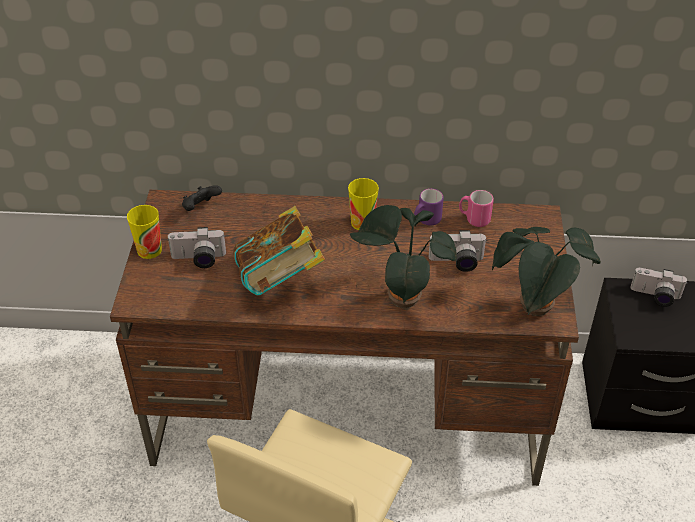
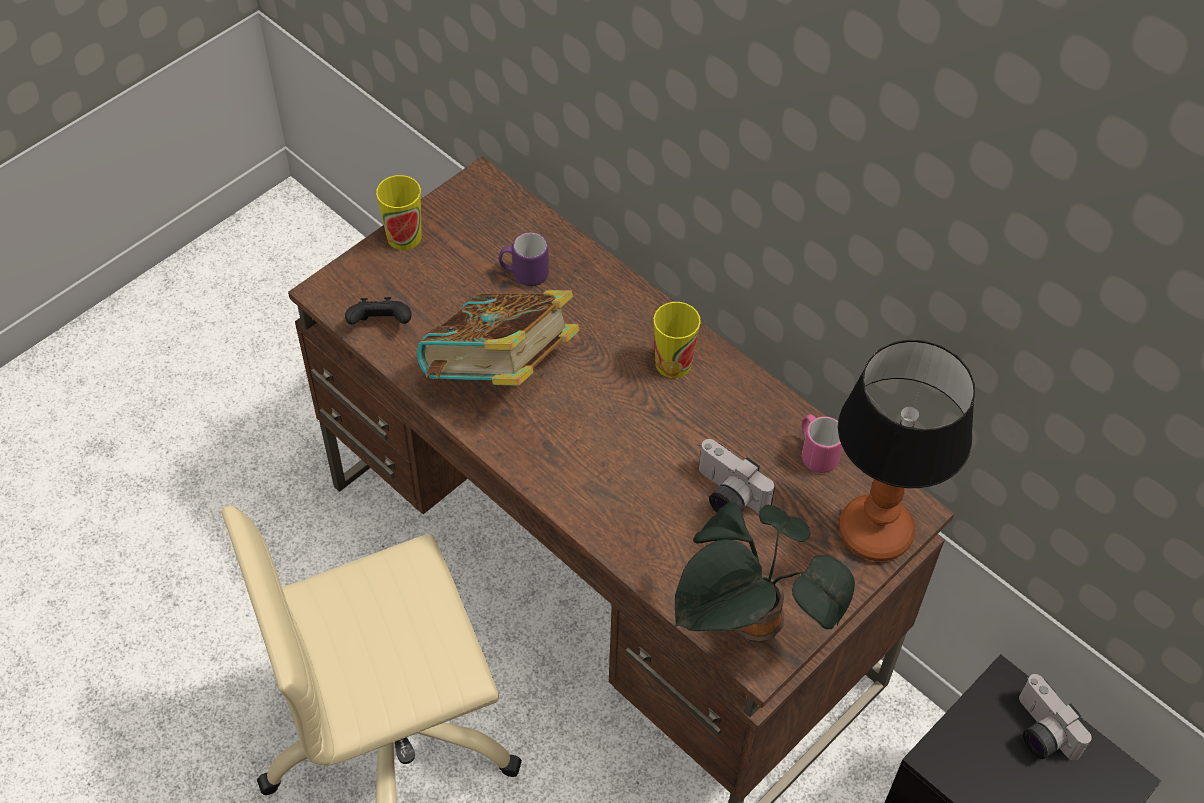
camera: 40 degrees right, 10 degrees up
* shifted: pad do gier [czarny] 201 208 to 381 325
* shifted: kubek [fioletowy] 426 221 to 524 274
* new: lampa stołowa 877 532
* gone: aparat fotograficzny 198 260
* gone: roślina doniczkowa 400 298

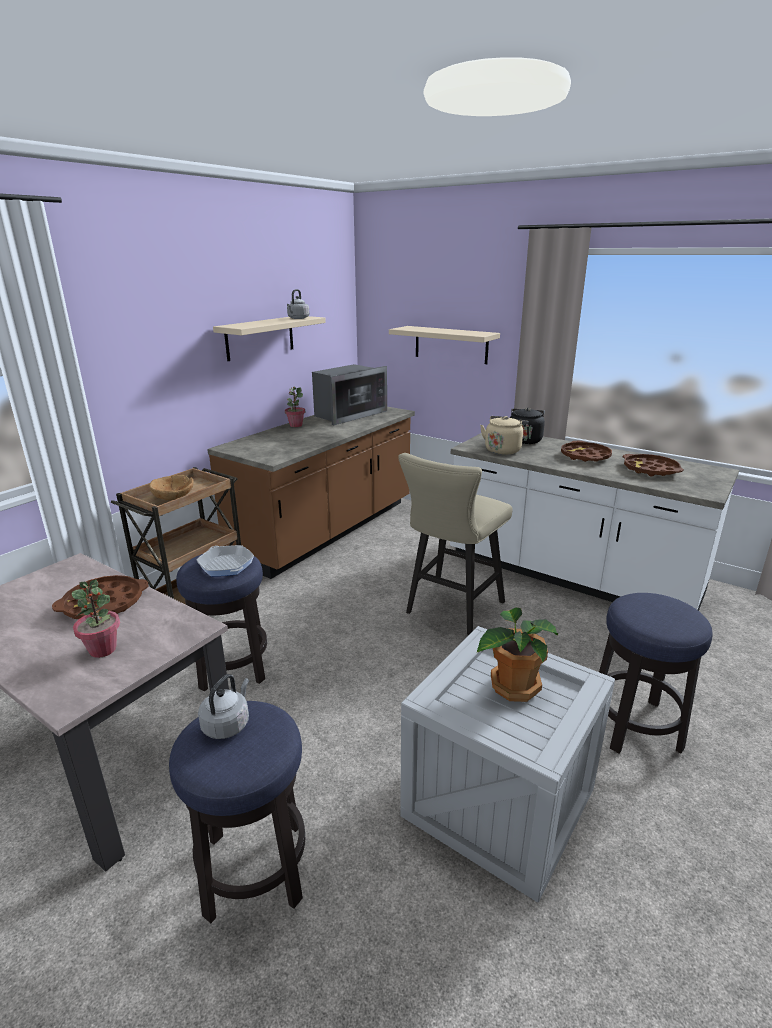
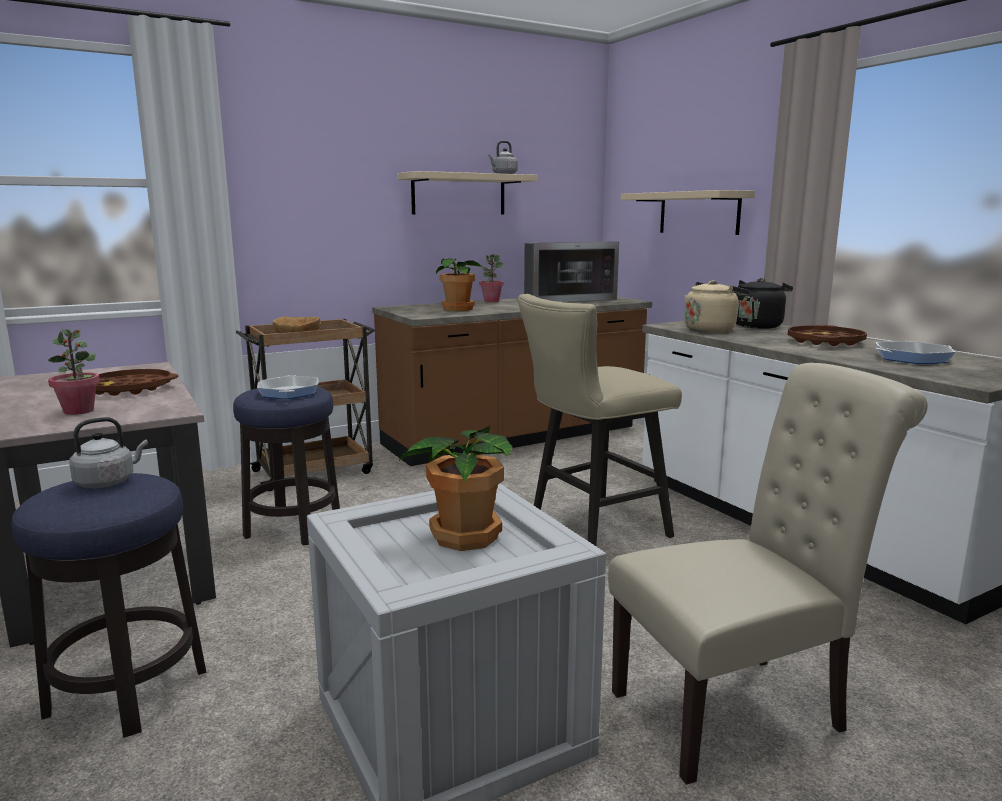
camera: 25 degrees right, 10 degrees down
* new: roślina doniczkowa 458 309
* swapped: stołek 635 726 to krzesło [beżowy] 739 709
* swapped: taca [brązowy] 650 470 to patelnia 912 358

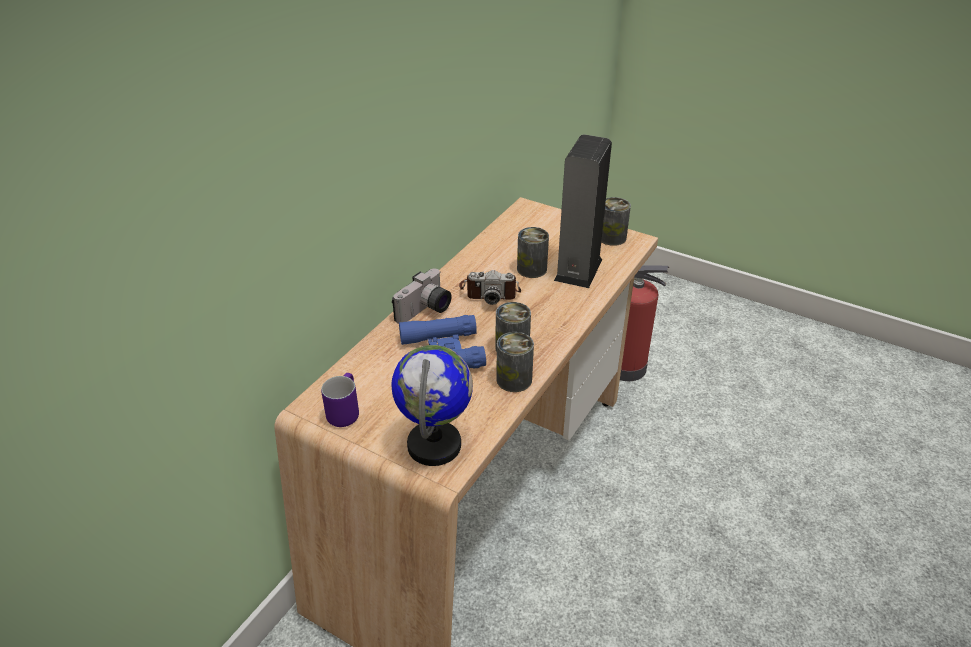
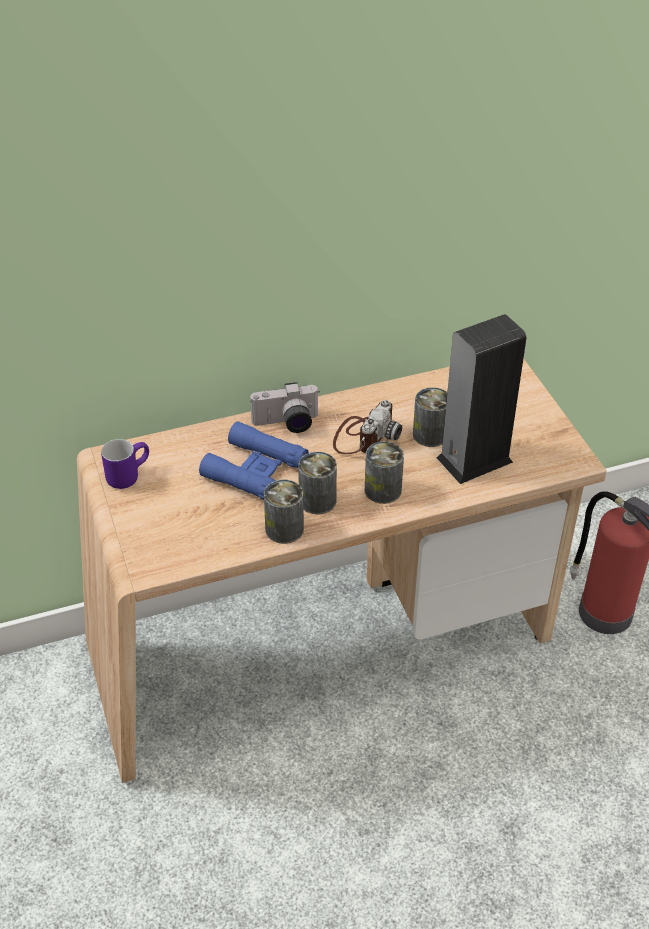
camera: 40 degrees right, 5 degrees up
* rotated: aparat fotograficzny 490 291 = 364 436 105 degrees counterclockwise
* shifted: puszka 612 237 to 383 490
* gone: globus 435 445

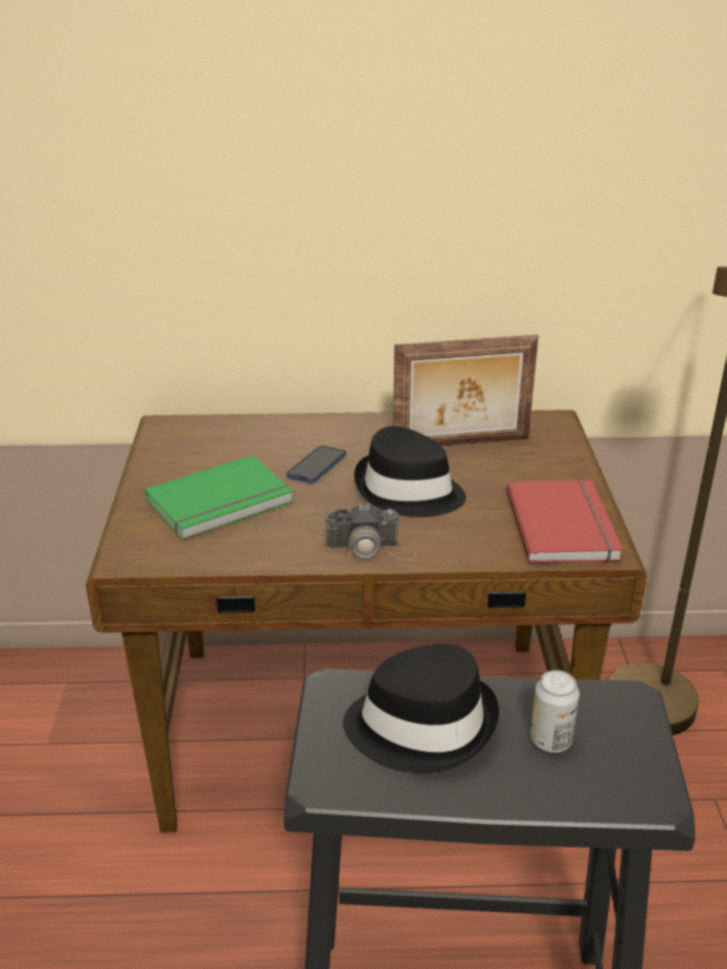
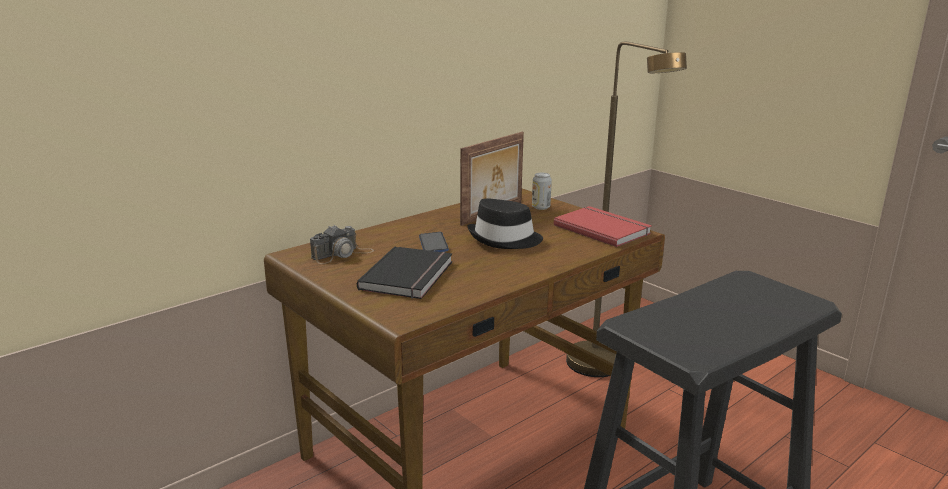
camera: 40 degrees left, 10 degrees down
* shifted: aparat fotograficzny 369 549 to 342 254
* repainted: książka [zielony] 222 503 to książka [czarny] 410 276
* shifted: puszka 550 740 to 540 207
* gone: kapelusz [czarny] 421 724

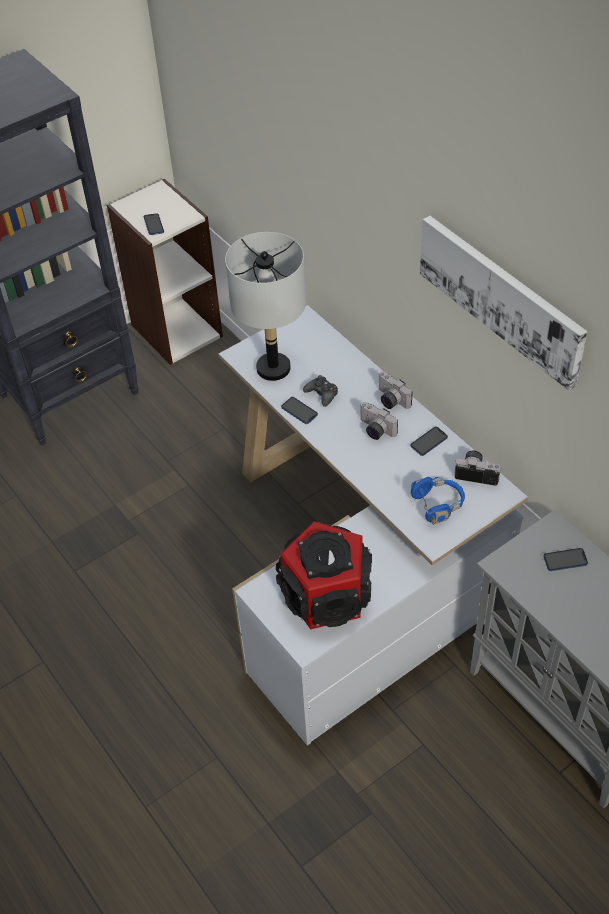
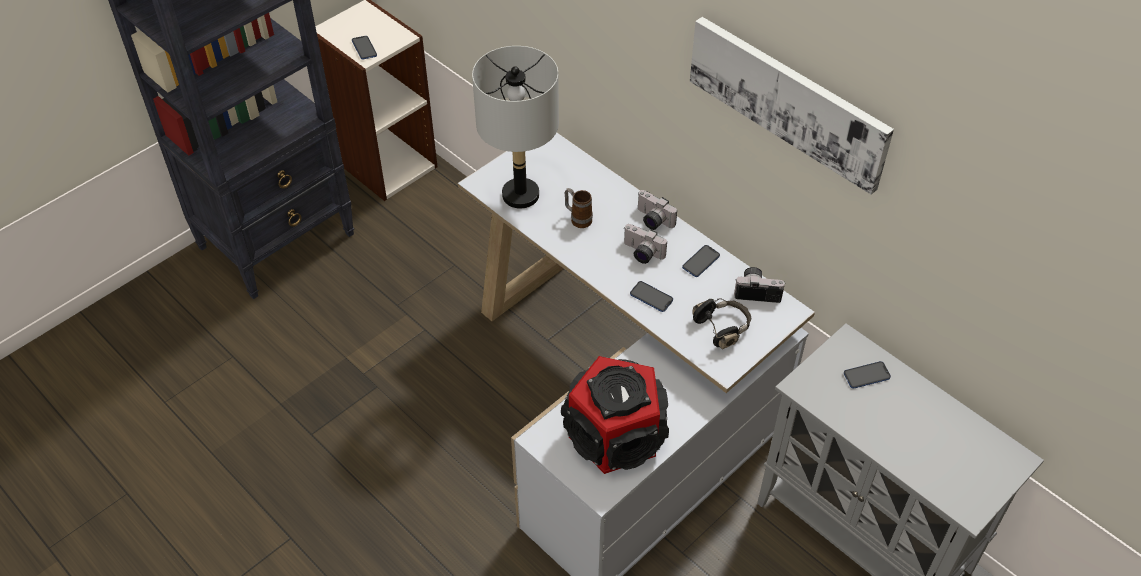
camera: 10 degrees left, 0 degrees up
* swapped: pad do gier [czarny] 322 394 to kubek 578 219
* shifted: telefon 299 411 to 651 297
* repainted: słuchawki [niebieski] 438 505 to słuchawki [czarny] 722 328

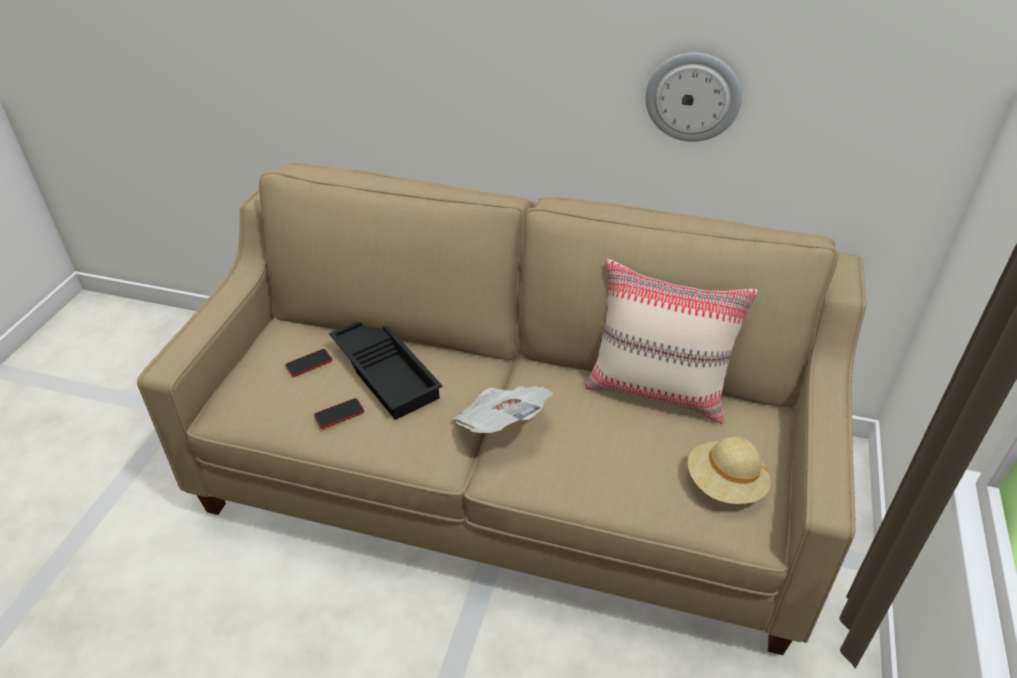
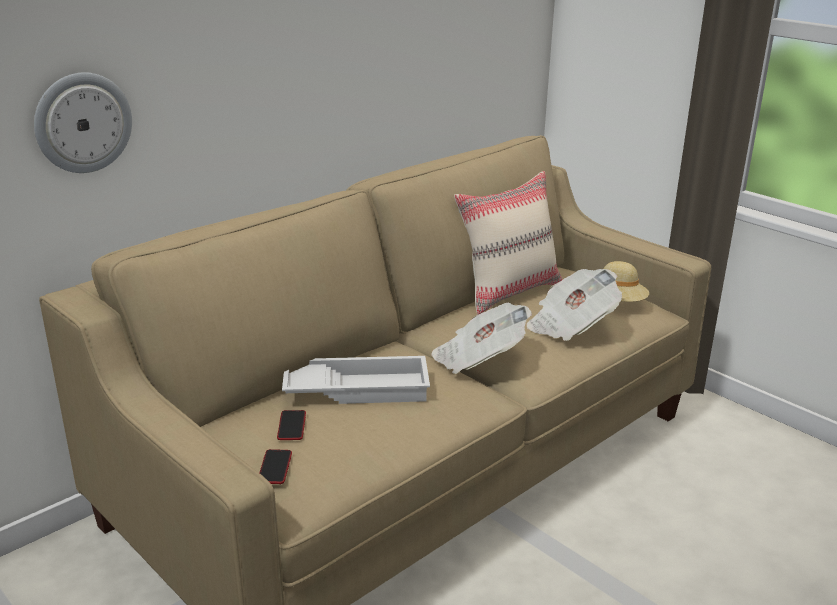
camera: 60 degrees left, 15 degrees down
* shifted: zegar ścienny 693 97 to 83 122
* shifted: telefon 339 414 to 275 467
* repainted: taca [czarny] 388 371 to taca [biały] 357 387
* new: gazeta 570 325

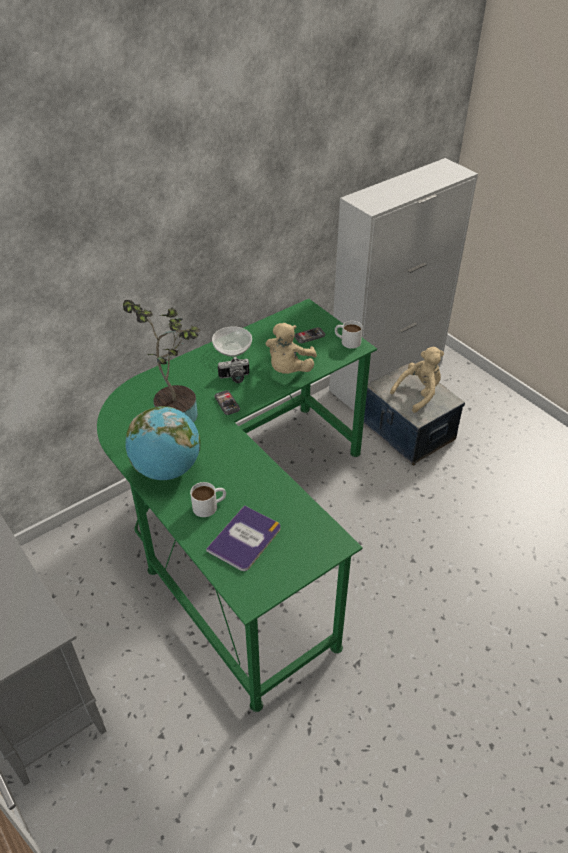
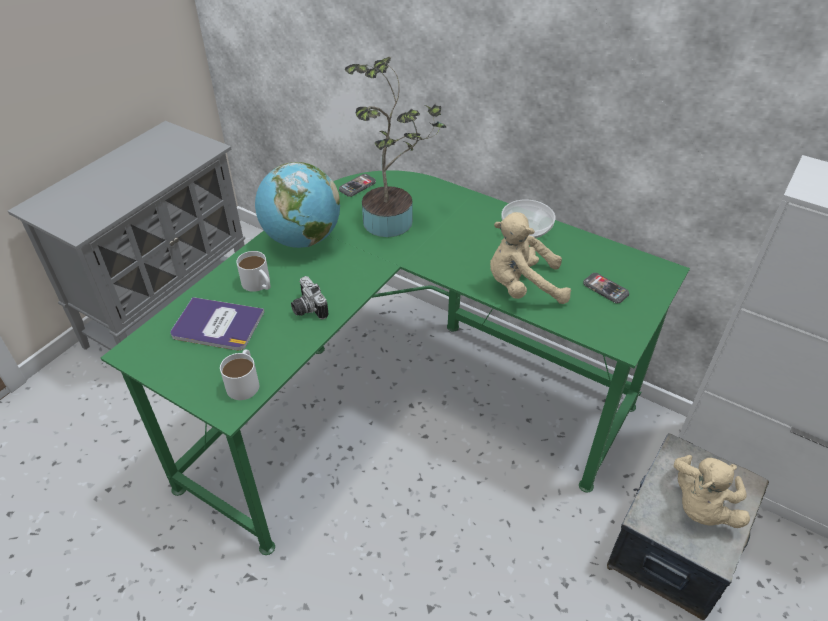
camera: 70 degrees right, 0 degrees up
* shifted: kubek [biały] 347 341 to 244 381
* shifted: aparat fotograficzny 235 378 to 307 309
* shifted: telefon 227 403 to 357 186
* rotated: pluszak [beżowy] 418 393 = 701 507 90 degrees clockwise

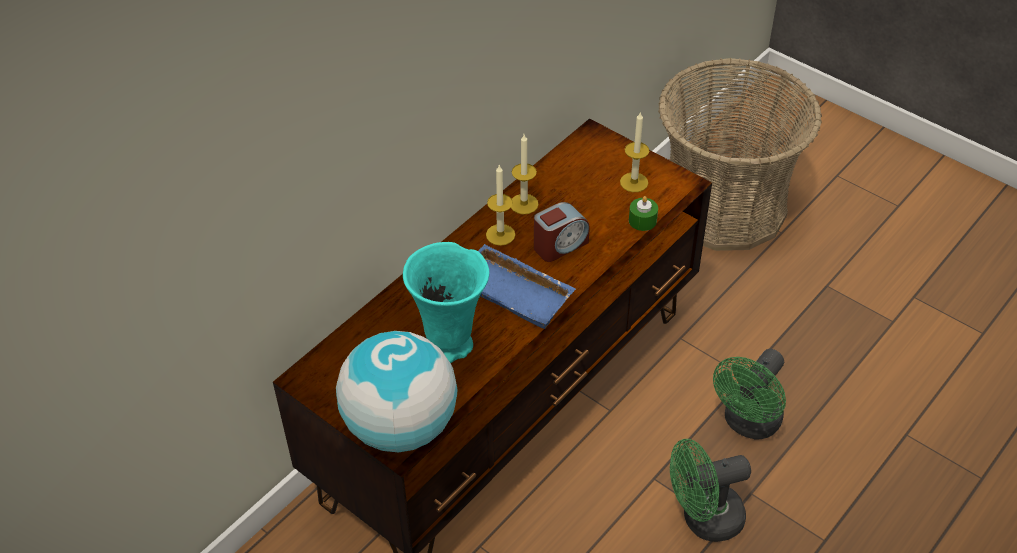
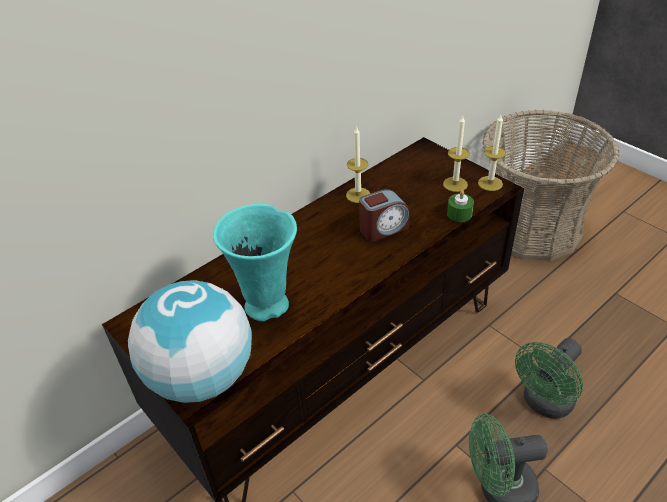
camera: 10 degrees right, 5 degrees down
* shifted: świeca 500 234 to 490 183
* gone: taca [niebieski] 517 291

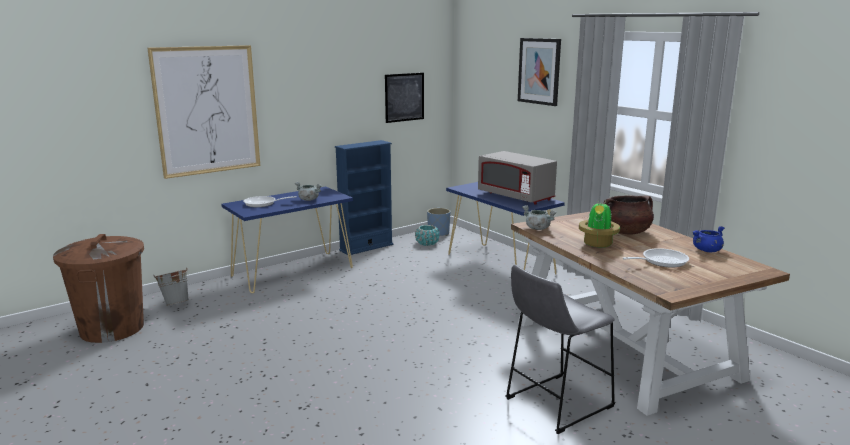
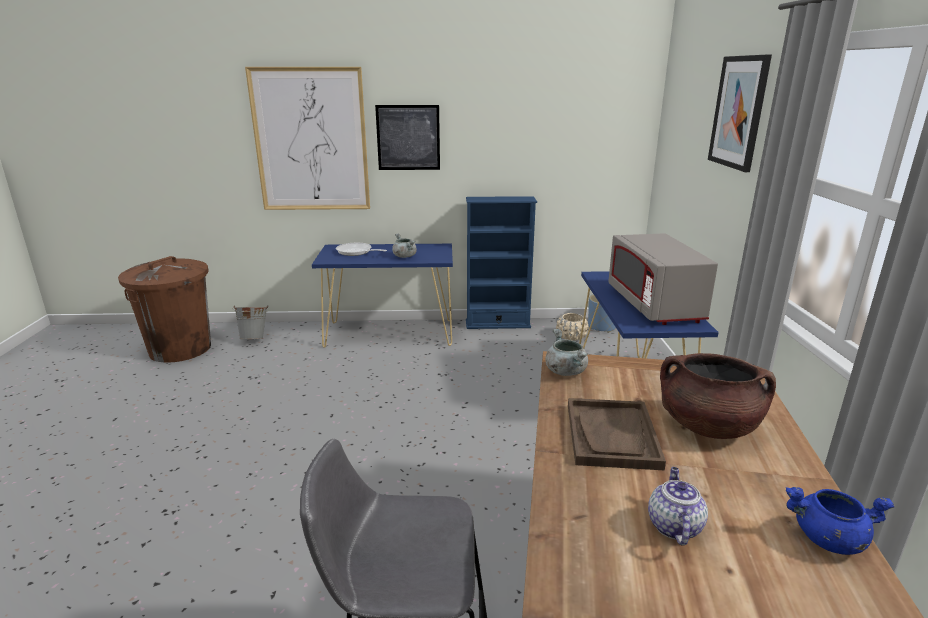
camera: 35 degrees right, 5 degrees up
* shifted: obraz 404 97 to 408 137
* repainted: donica [turkusowy] 427 243 to donica [beżowy] 571 337
* swapped: roślina doniczkowa 597 244 to taca [brązowy] 612 435
* swapped: patelnia 661 261 to imbryk 673 525

